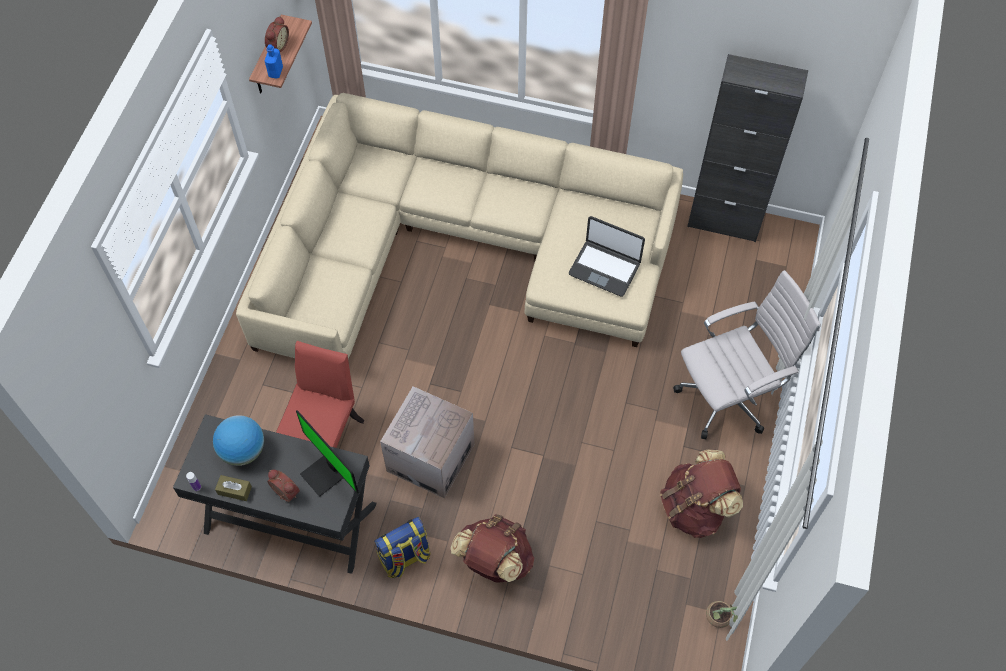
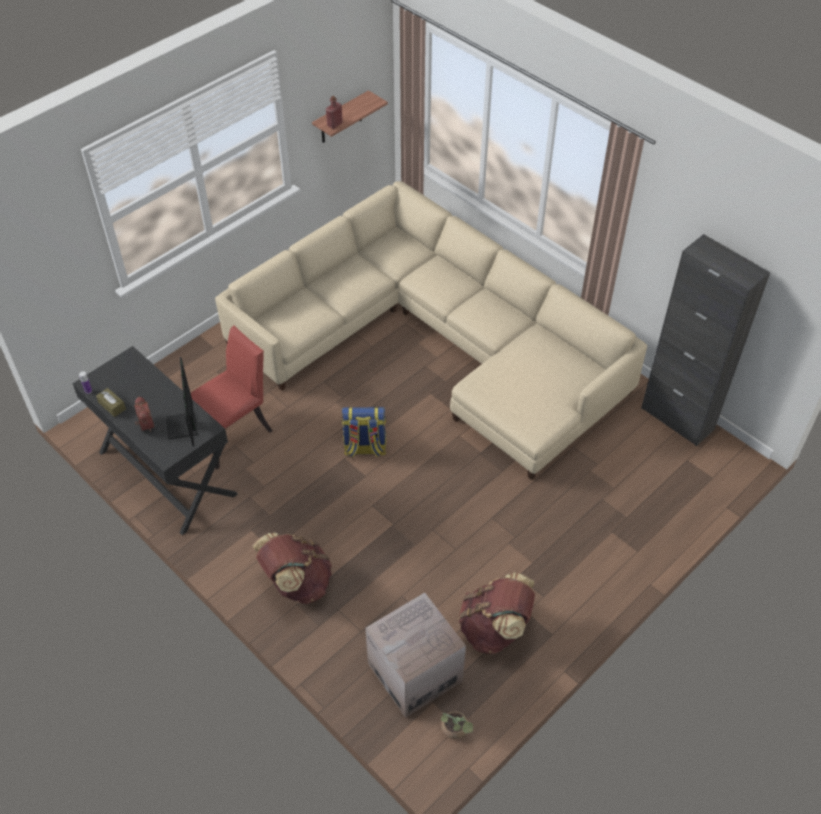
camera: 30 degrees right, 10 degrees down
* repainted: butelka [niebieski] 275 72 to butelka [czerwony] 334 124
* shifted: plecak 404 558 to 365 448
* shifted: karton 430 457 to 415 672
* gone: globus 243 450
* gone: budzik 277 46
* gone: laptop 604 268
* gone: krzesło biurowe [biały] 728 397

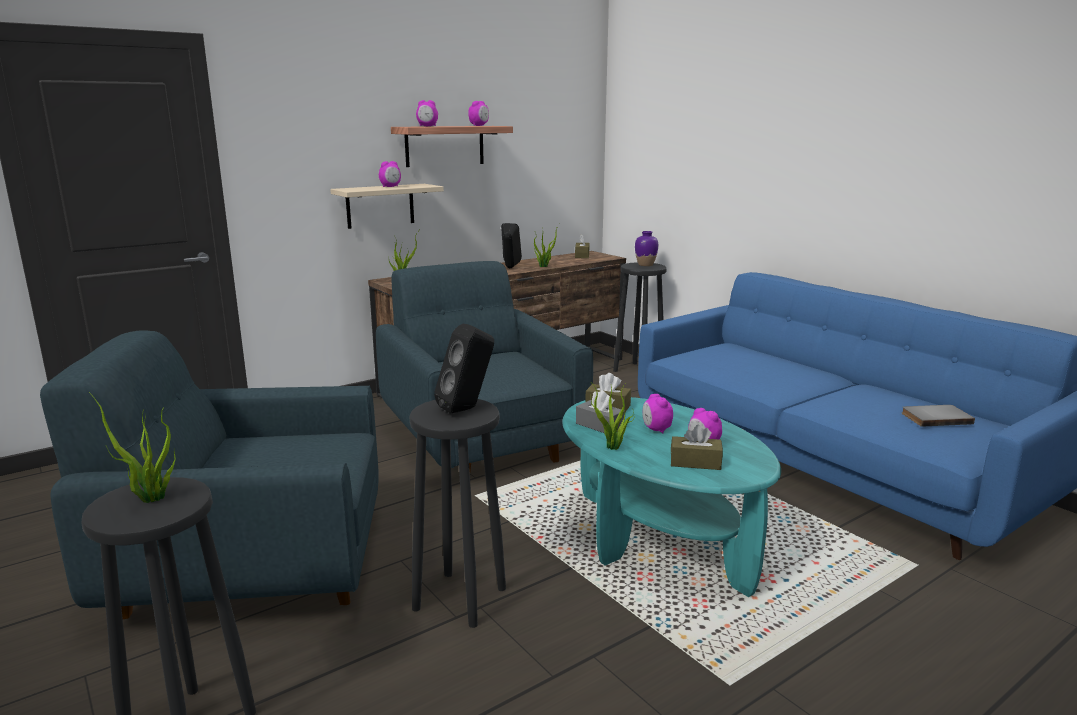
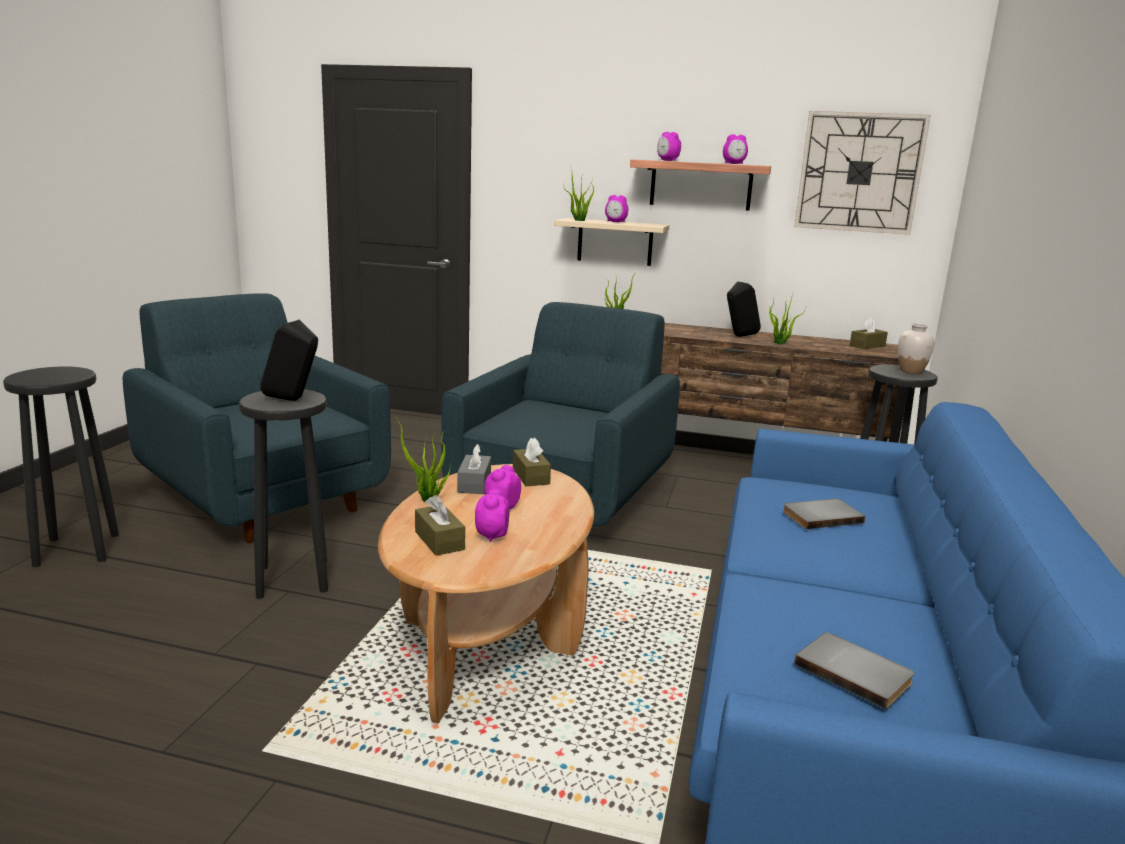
camera: 50 degrees right, 0 degrees up
* repainted: ława [turkusowy] 658 541 to ława [brązowy] 489 639
* shifted: roślina doniczkowa 150 499 to 578 220
* new: książka [szary] 820 516
* new: zegar ścienny 859 173
* repainted: wazon [fioletowy] 645 265 to wazon [biały] 911 371

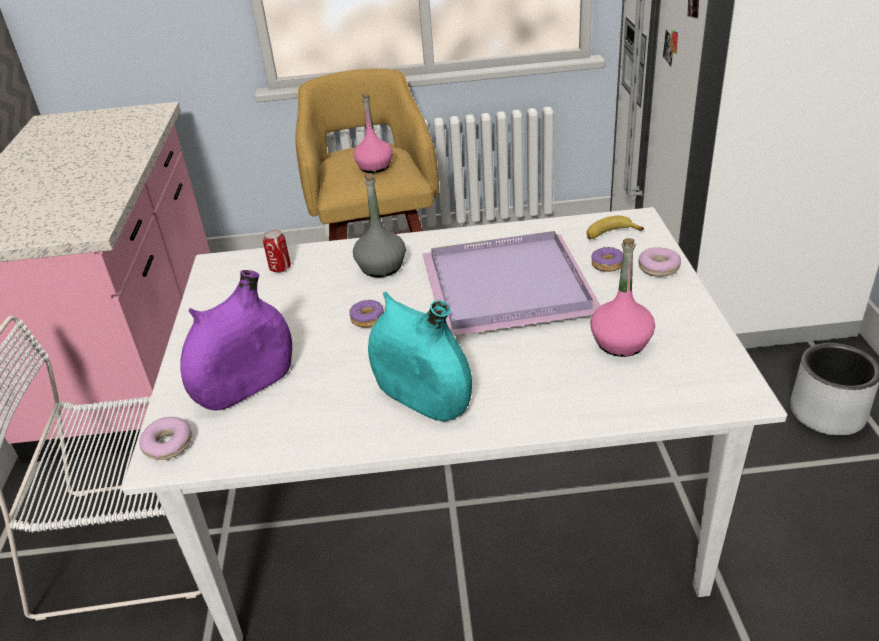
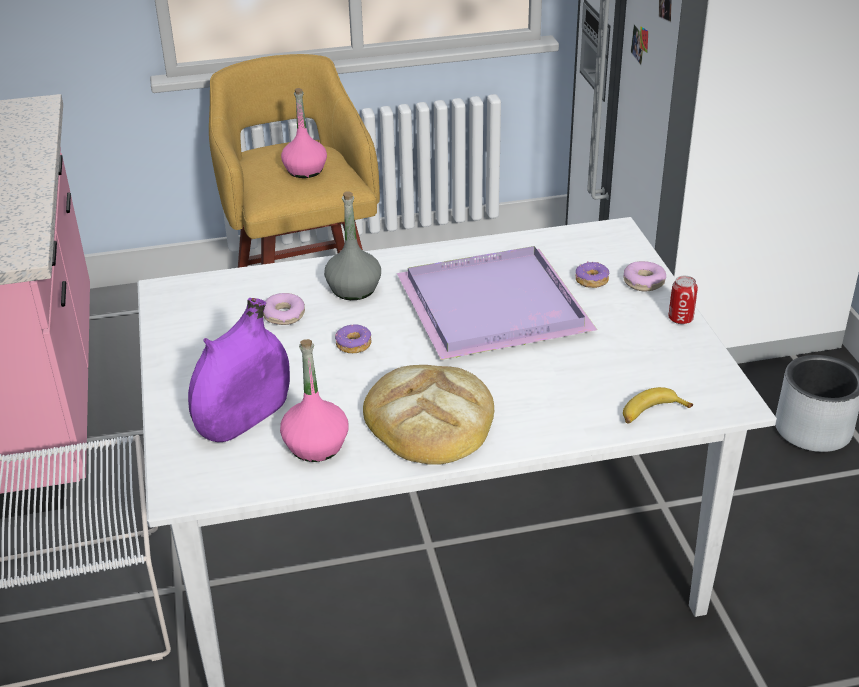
camera: 10 degrees left, 0 degrees up
* shifted: donut 168 445 to 284 315
* shifted: butelka [różowy] 620 342 to 315 445
* swapped: wazon [turkusowy] 422 397 to chleb 430 419
* shifted: banan 610 234 to 651 413
* shifted: puszka 280 268 to 680 319

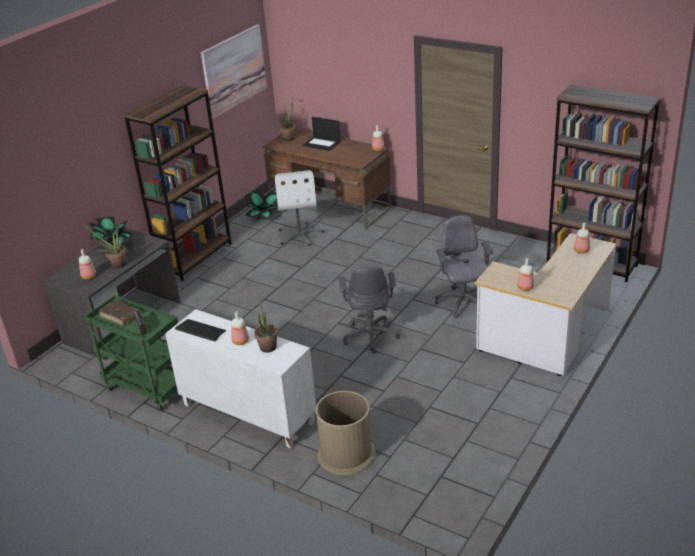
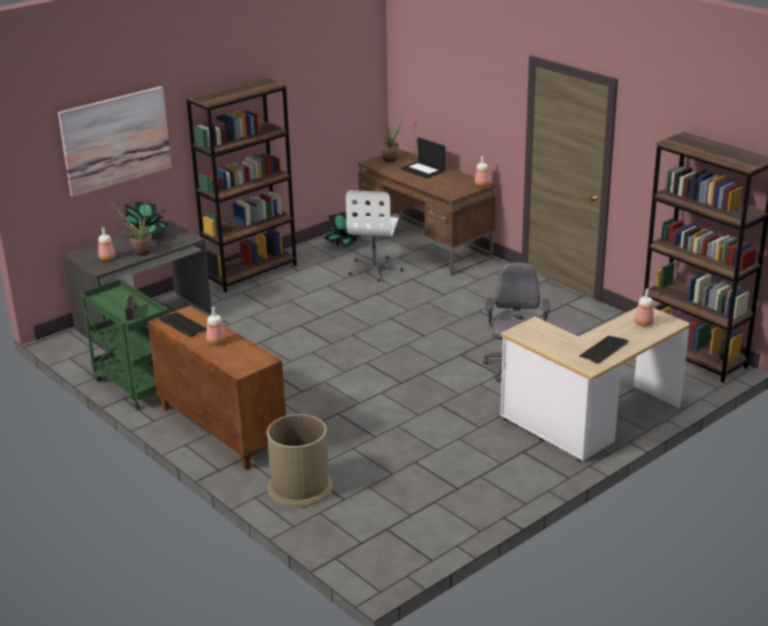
camera: 15 degrees right, 5 degrees down
* shifted: obraz 234 70 to 115 140
* repainted: szafka [biały] 246 414 to szafka [brązowy] 220 429
* new: klawiatura 603 350
* gone: książka [brązowy] 119 315
* gone: roślina doniczkowa 268 350
* gone: krzesło biurowe [szary] 371 335
* gone: butelka 524 287

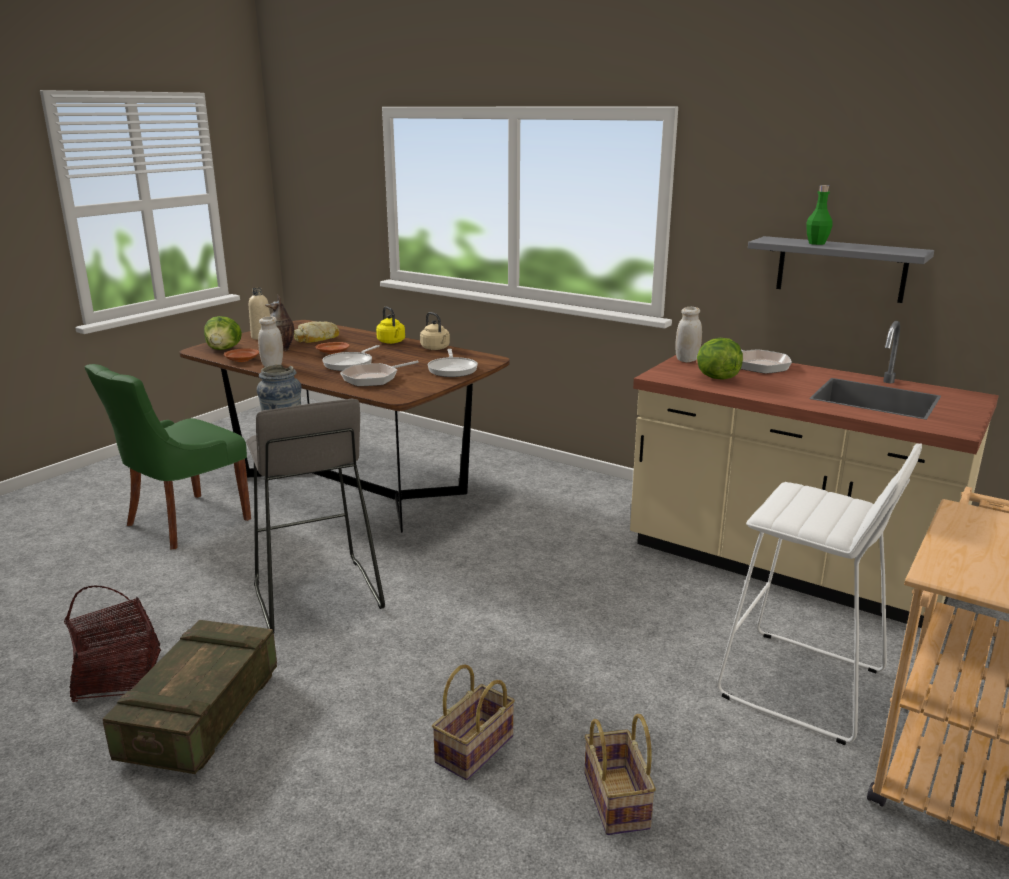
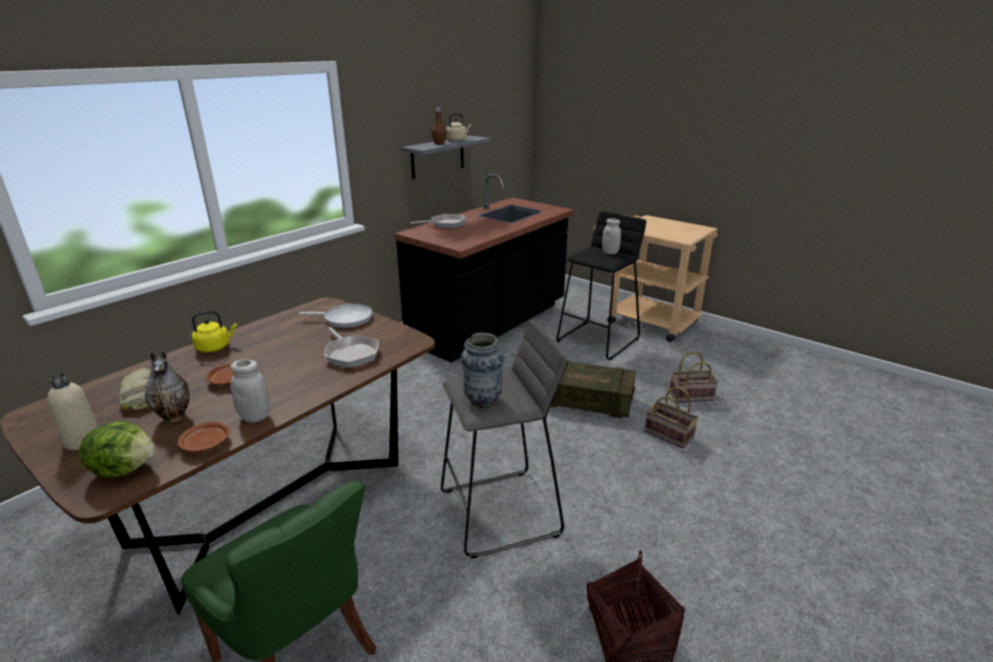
camera: 85 degrees left, 5 degrees up
* repainted: zabudowa kuchenna [beżowy] 785 566 to zabudowa kuchenna [czarny] 490 324
* repainted: butelka [zielony] 816 243 to butelka [brązowy] 439 143
* shifted: czajnik [beżowy] 436 348 to 457 140
* shifted: skrzynka 201 716 to 586 401
* repainted: stołek [biały] 801 685 to stołek [czarny] 598 340
* shifted: słoik [biały] 687 360 to 610 252
* gone: patelnia 350 364
* gone: sałata 716 378

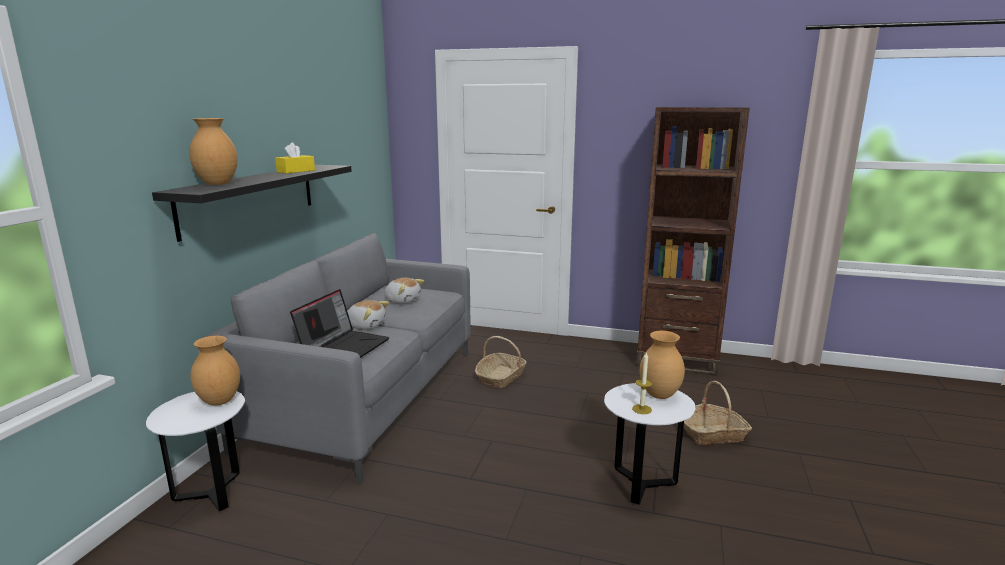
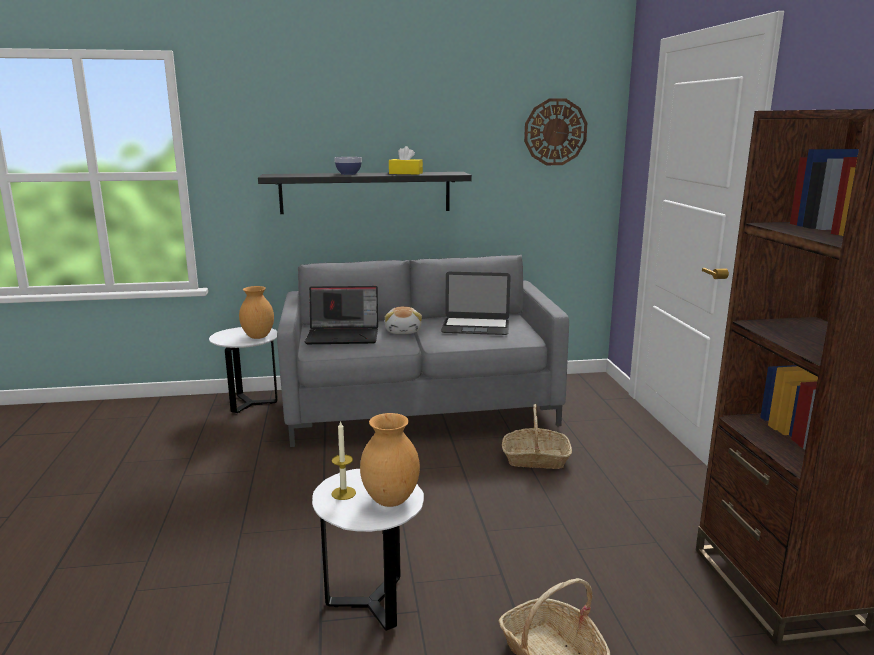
camera: 65 degrees right, 0 degrees up
* new: miska 348 174
* swapped: pluszak 403 300 to laptop 475 326
* new: zegar ścienny 555 132
* gone: wazon [brązowy] 217 184

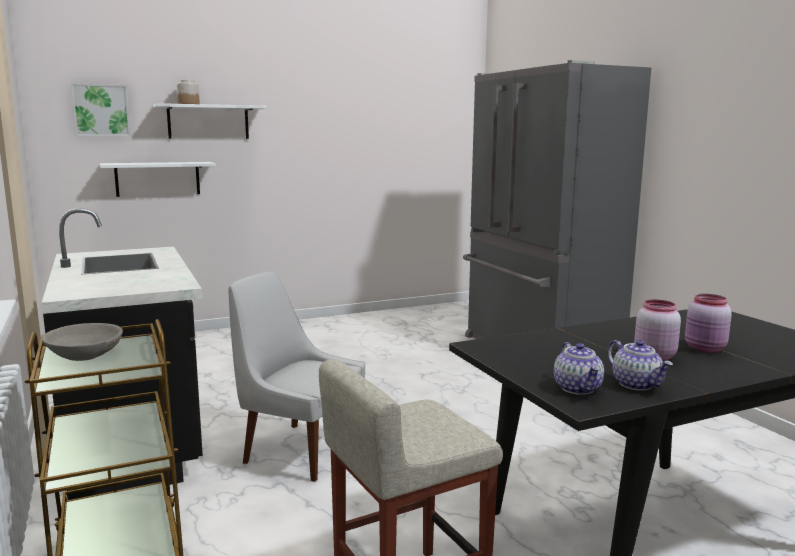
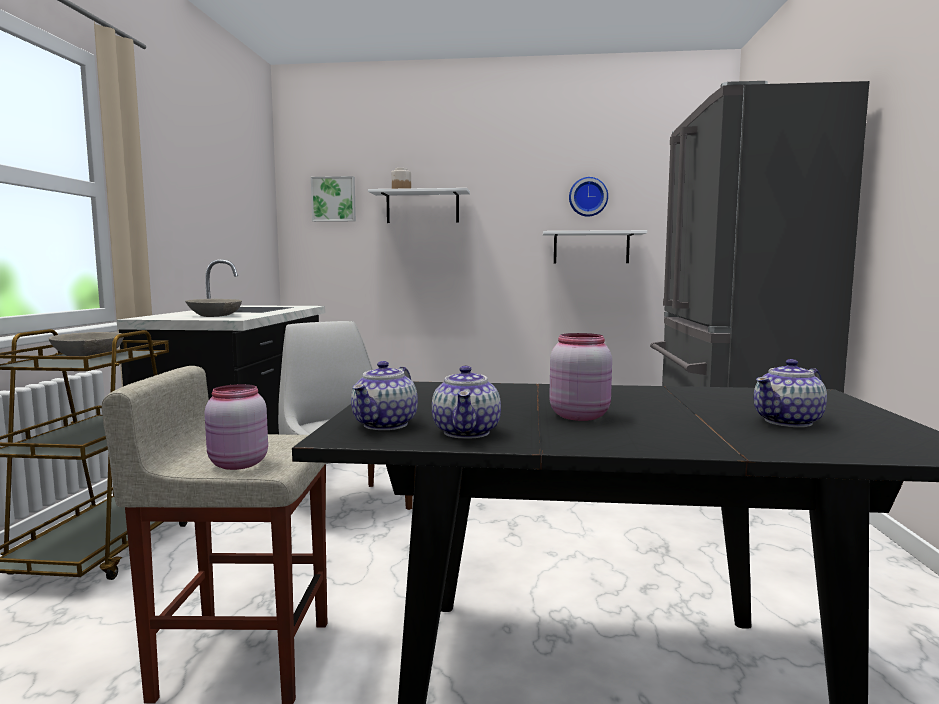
camera: 30 degrees right, 5 degrees down
* new: miska [szary] 214 316
* shifted: słoik [różowy] 705 349 to 237 464
* shifted: półka [biały] 158 179 to 591 247
* new: zegar ścienny 588 197
* new: imbryk 789 422

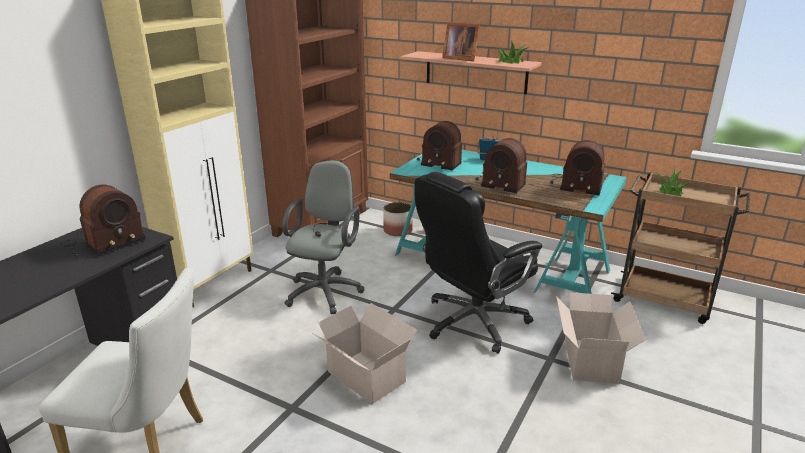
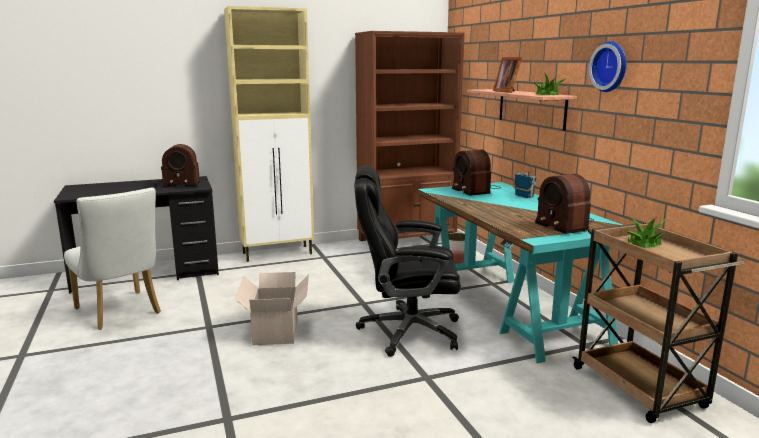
camera: 40 degrees right, 10 degrees down
* new: zegar ścienny 611 66
* gone: krzesło biurowe [szary] 326 290
* gone: radio 500 182
* gone: karton 591 359

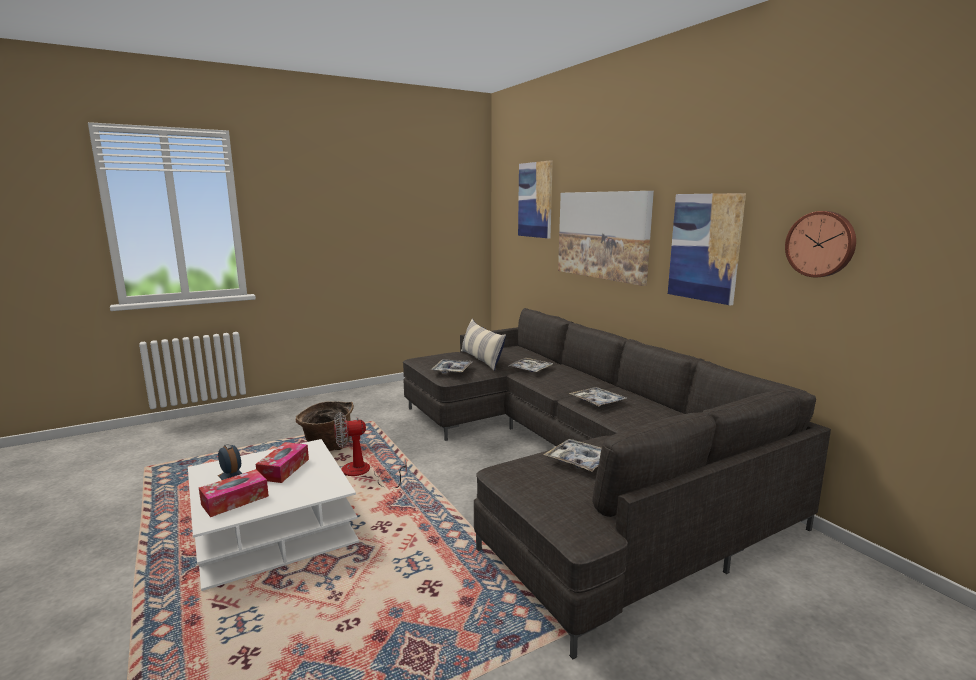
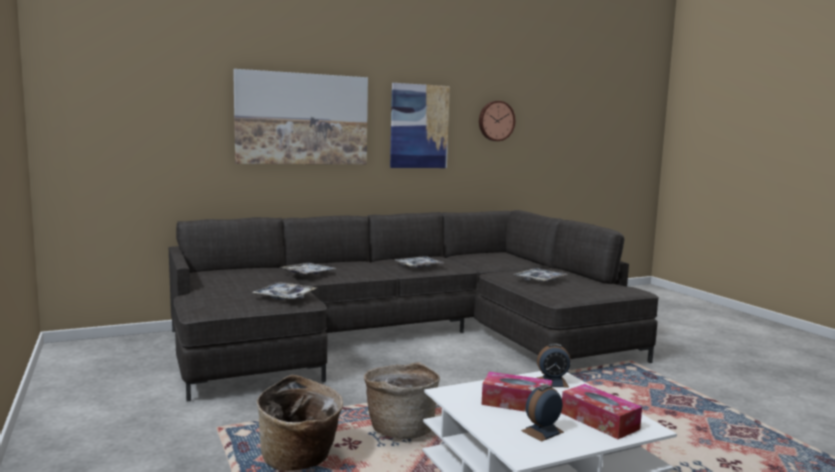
camera: 85 degrees left, 5 degrees down
* swapped: wentylator 363 473 to koszyk 401 428
* new: budzik 552 382
* gone: poduszka 481 360
* gone: obraz 535 200

